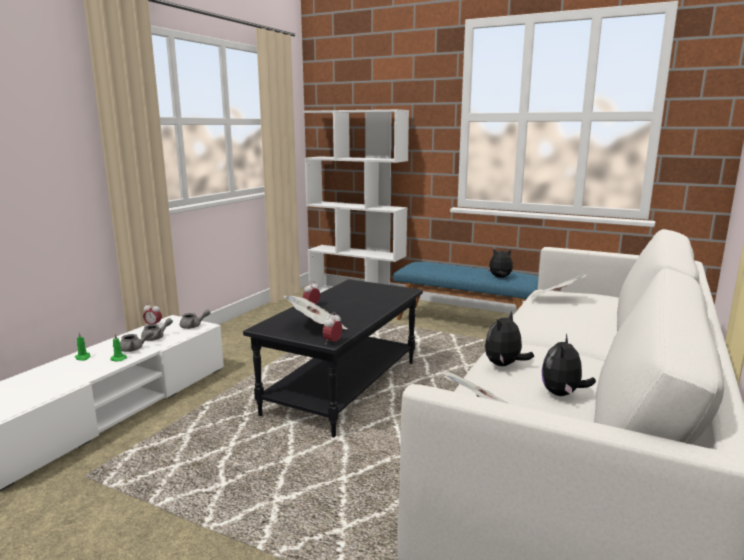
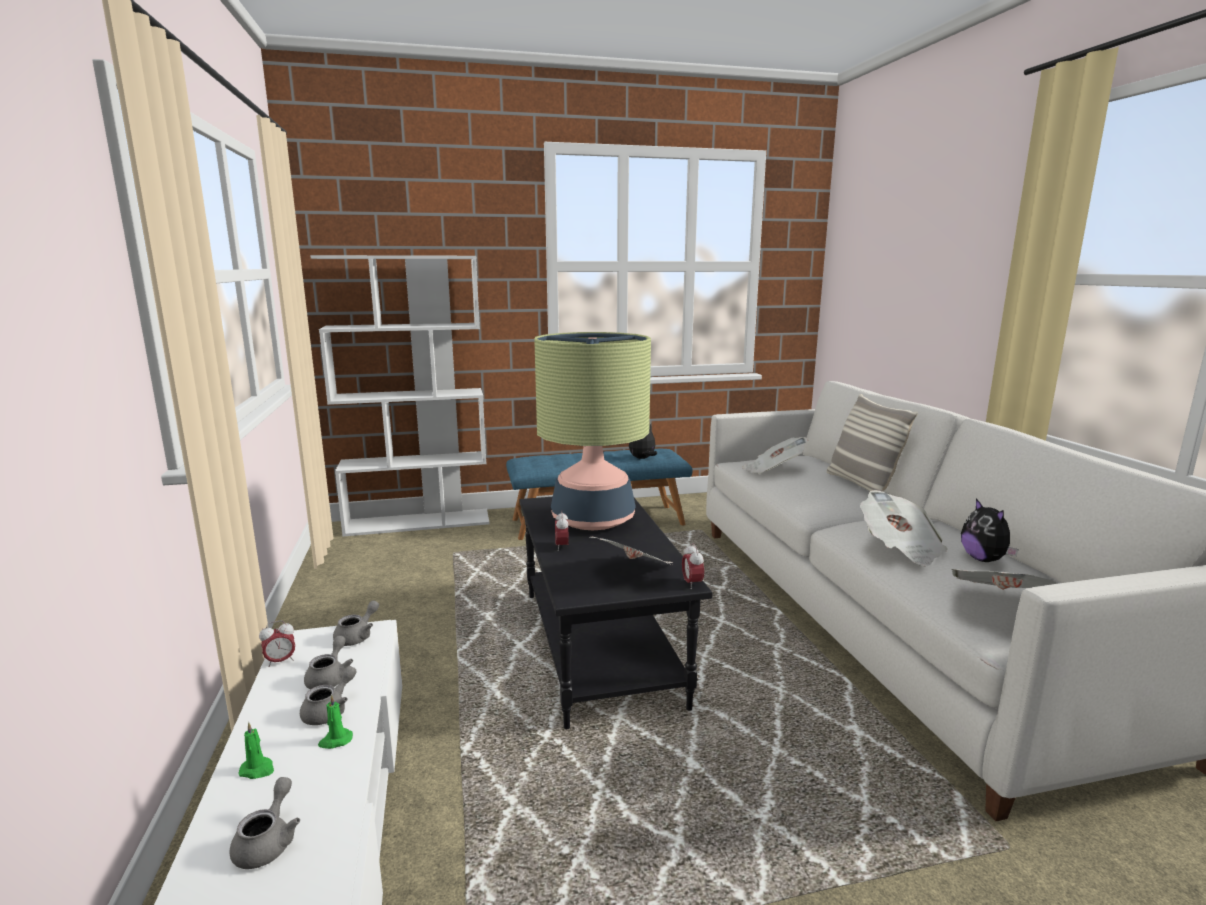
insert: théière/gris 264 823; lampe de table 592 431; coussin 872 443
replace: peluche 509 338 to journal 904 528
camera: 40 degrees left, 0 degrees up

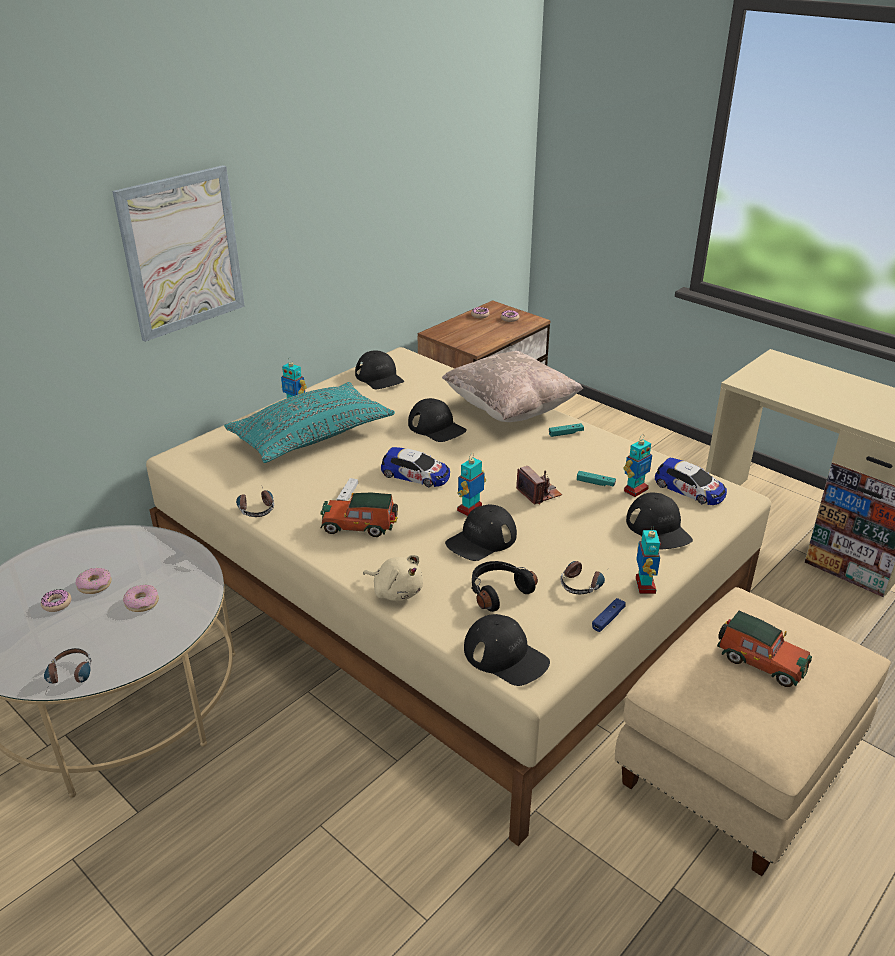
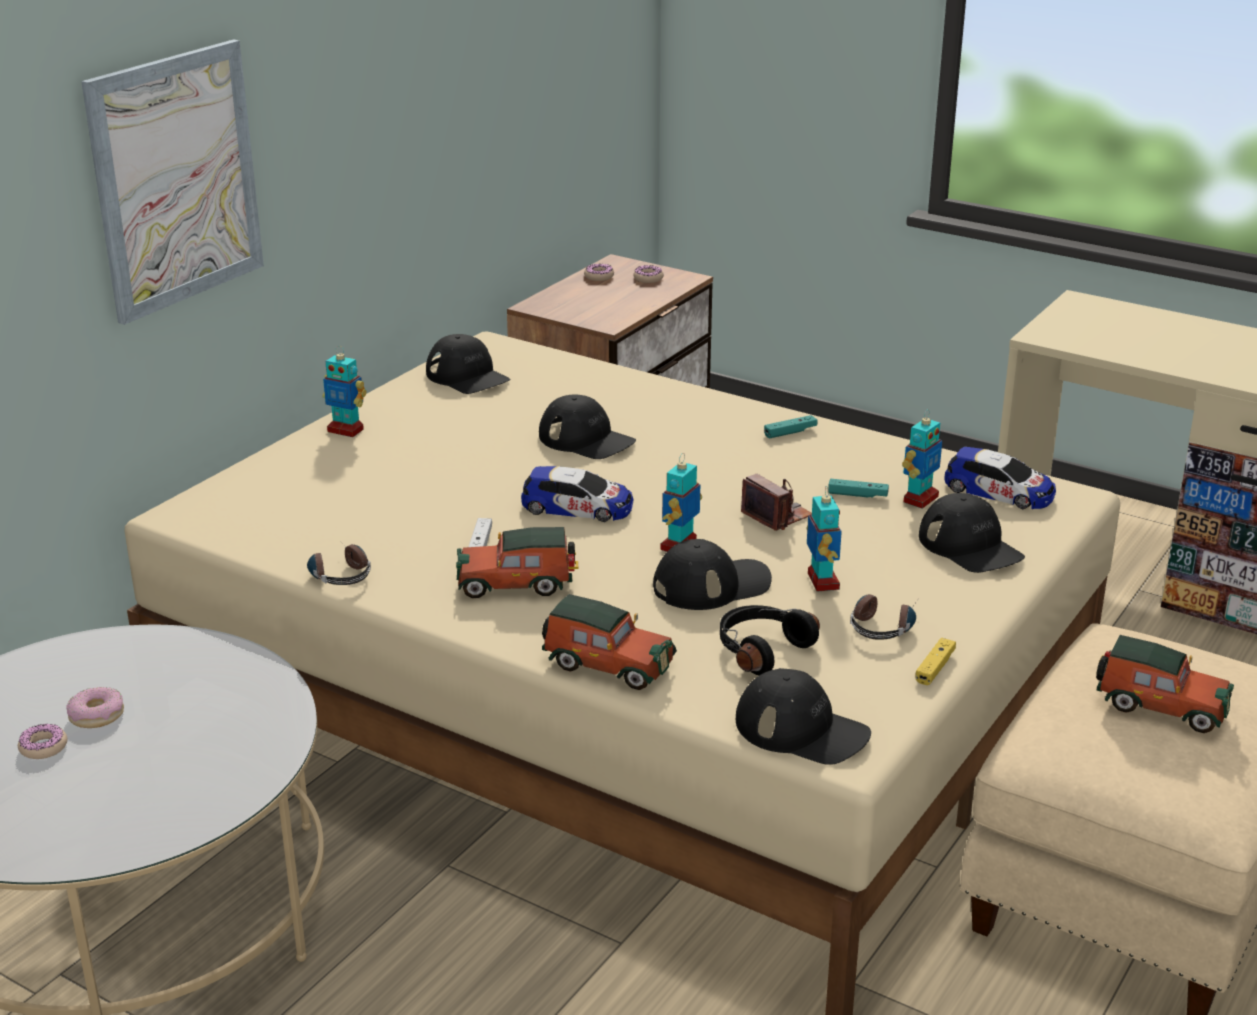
delete: casque audio 68 668; beignet 141 598; coussin/turquoise 309 422; coussin/beige 512 386
move: robot jouet 648 559 to 824 539
replace: peluche/beige 393 578 to petite voiture 609 642
recolor: manette/bleu 609 615 to manette/jaune 935 661
rotate: casquette/noir 481 532 = 712 574 150 degrees counterclockwise
camera: 10 degrees left, 5 degrees down

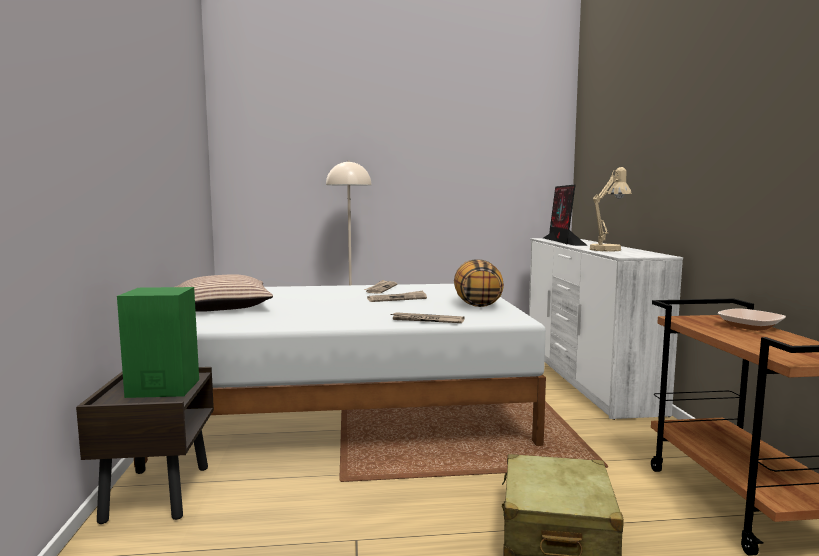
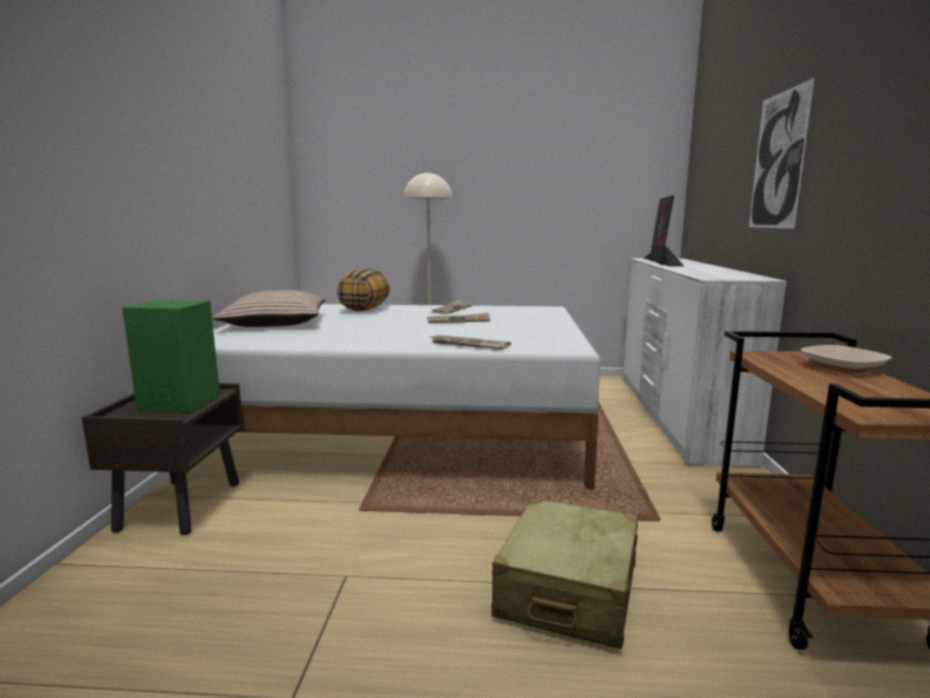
delete: lampe de table/beige 611 209
insert: tableau 782 153
move: coussin 479 283 to 363 289
camera: 10 degrees right, 5 degrees up

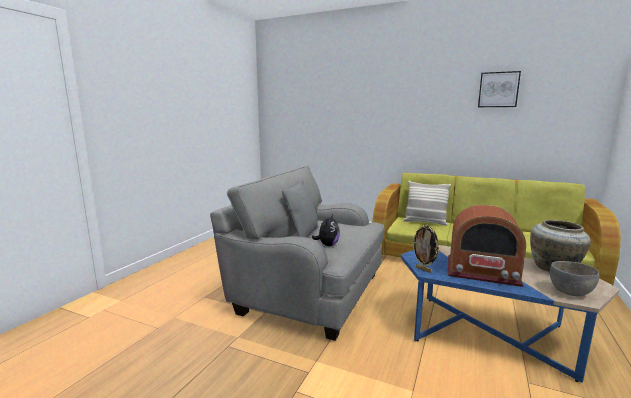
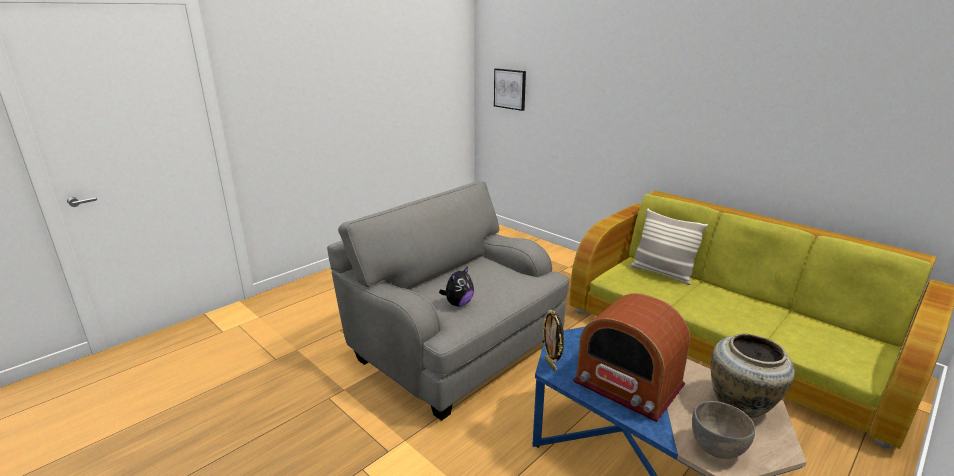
delete: coussin/gris 300 209
move: tableau 499 89 to 510 89
camera: 20 degrees right, 10 degrees up

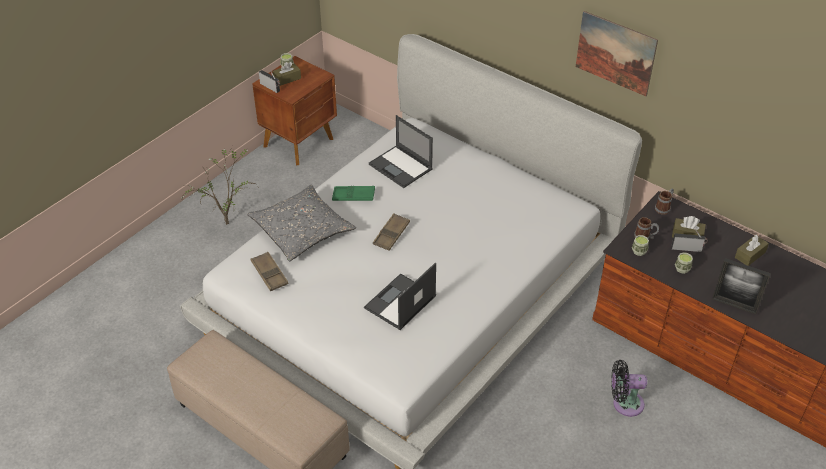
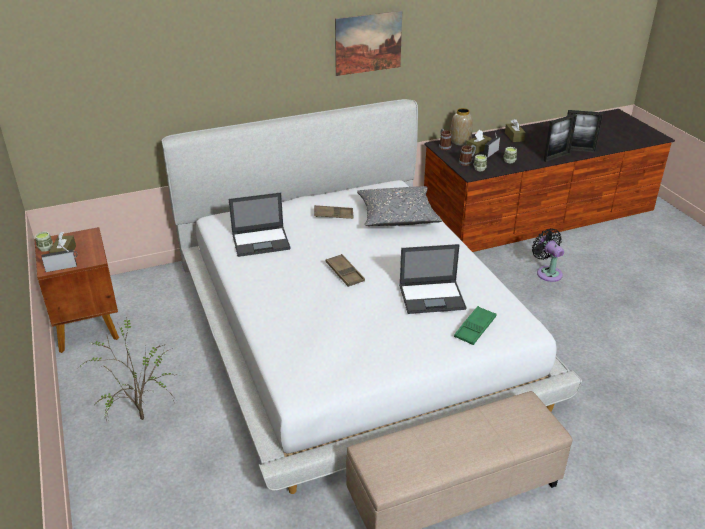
insert: vase 461 127; cadre photo 585 131
move: plateau/marron 269 271 to 334 212; coussin/gris 301 223 to 399 206; plateau/vert 353 193 to 475 325
rotate: ordinateur portable 400 296 = 433 279 75 degrees counterclockwise; ventilateur/noir 629 388 = 548 255 120 degrees clockwise
camera: 60 degrees left, 10 degrees down

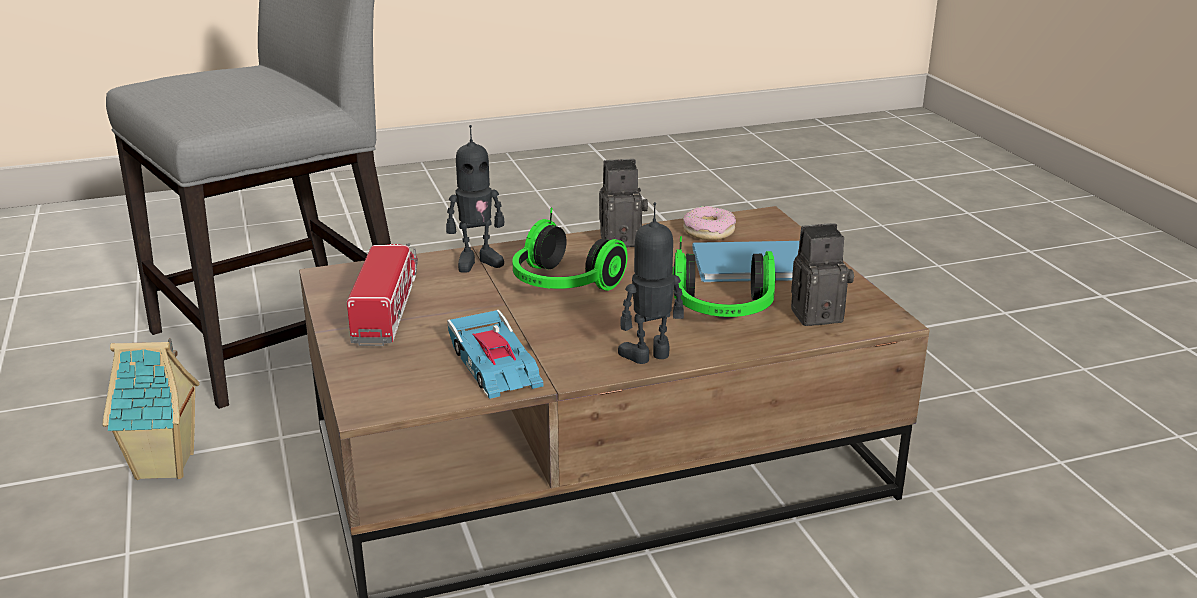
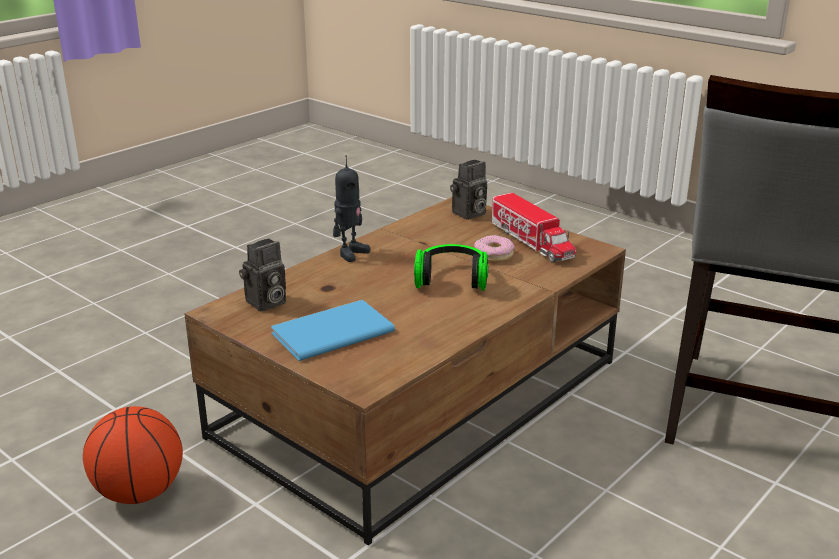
delete: maison miniature 151 409; robot jouet 475 199; petite voiture 495 354; casque audio 724 276
insert: ballon de basket 133 455
move: appareil photo 623 203 to 468 190; beignet 709 223 to 494 248
camera: 150 degrees right, 0 degrees up

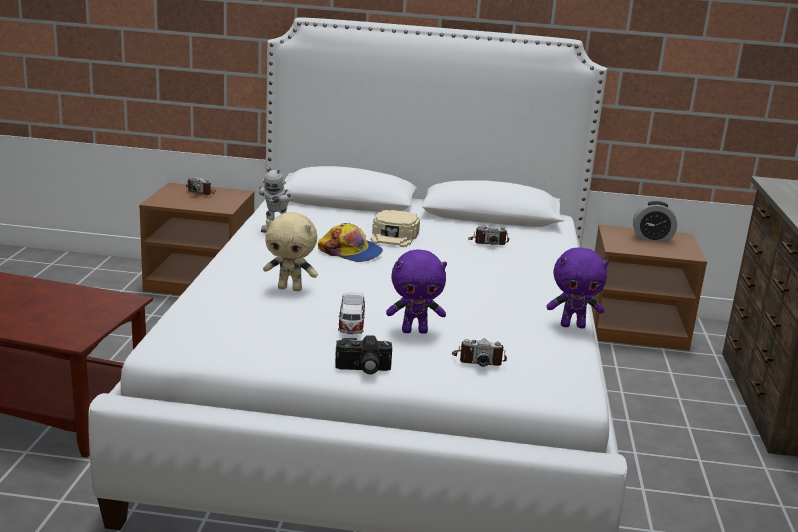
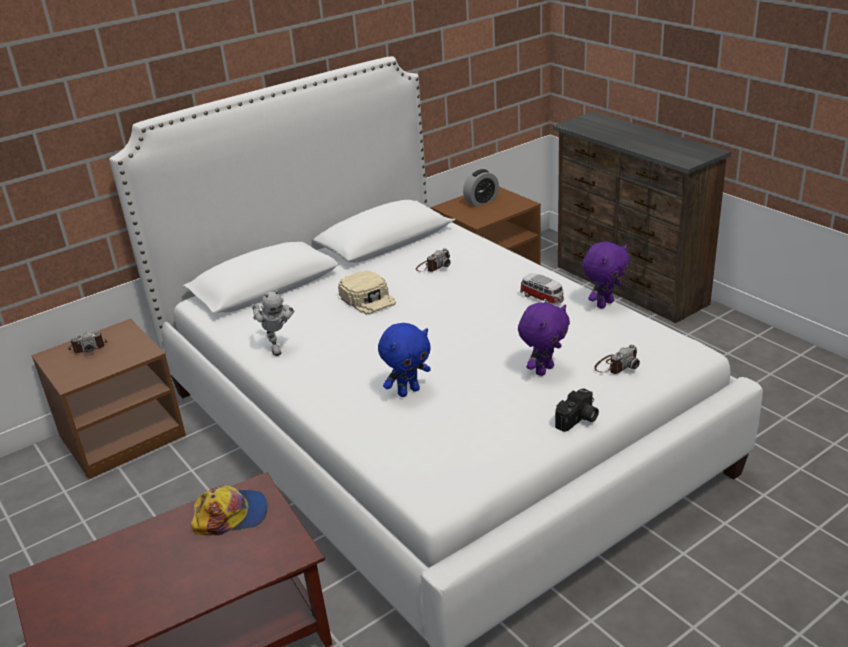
move: casquette 350 242 to 229 510; petite voiture 351 313 to 542 289
recolor: peluche/beige 290 251 to peluche/bleu 404 360
camera: 40 degrees left, 10 degrees up

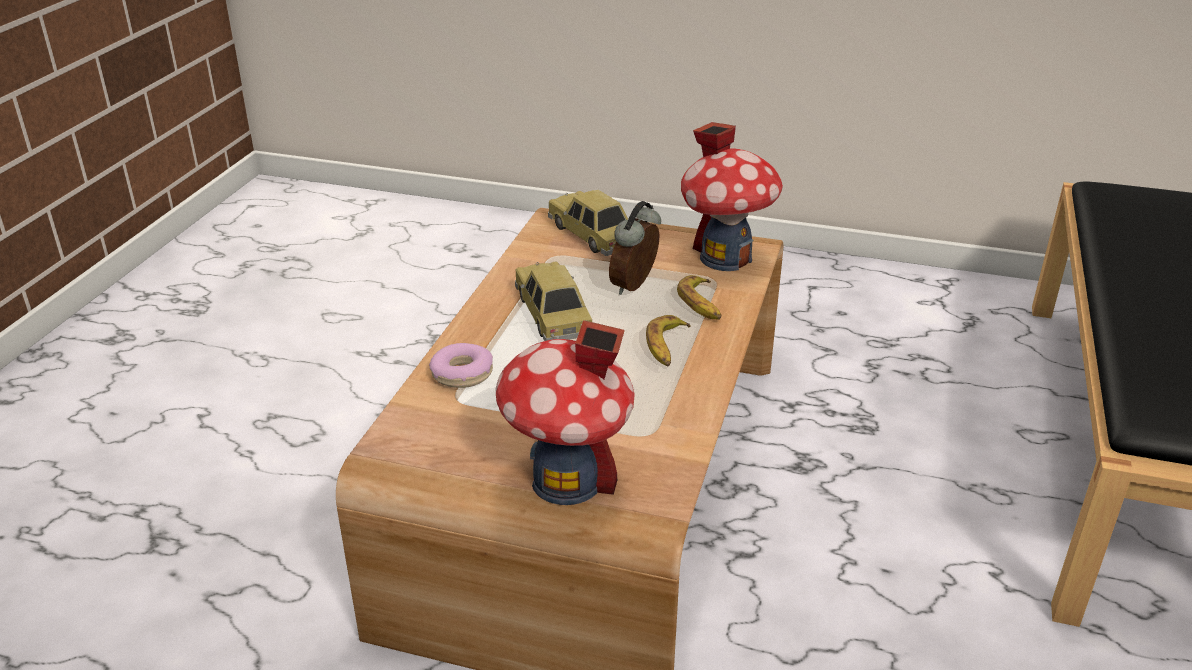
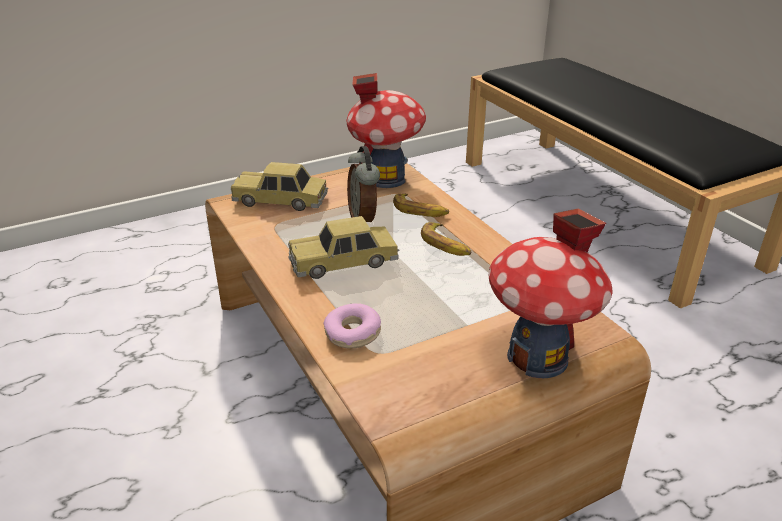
rotate: petite voiture 553 301 = 344 247 45 degrees counterclockwise
camera: 45 degrees left, 0 degrees up

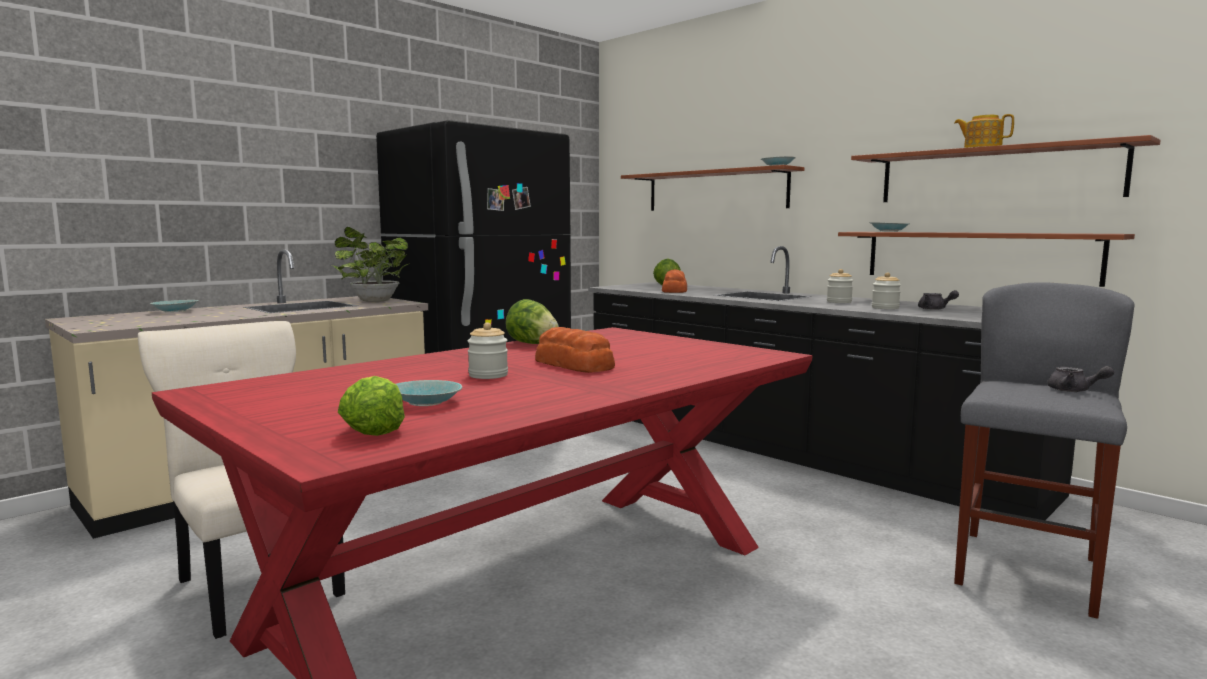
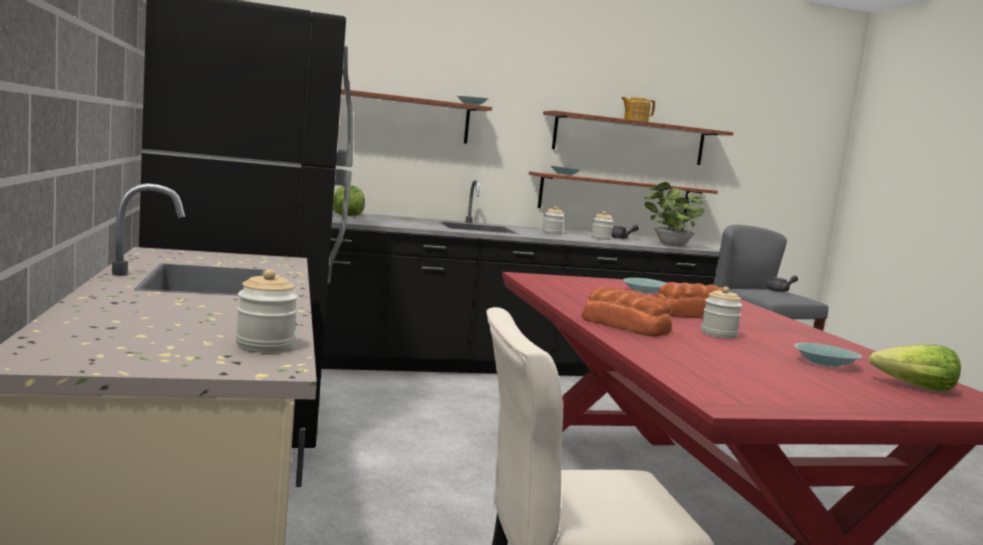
delete: laitue 532 321
insert: bocal 266 310
move: pain 674 281 to 627 312; bol/turquoise 174 306 to 645 286; plante en pot 371 264 to 674 214
camera: 60 degrees left, 0 degrees up

